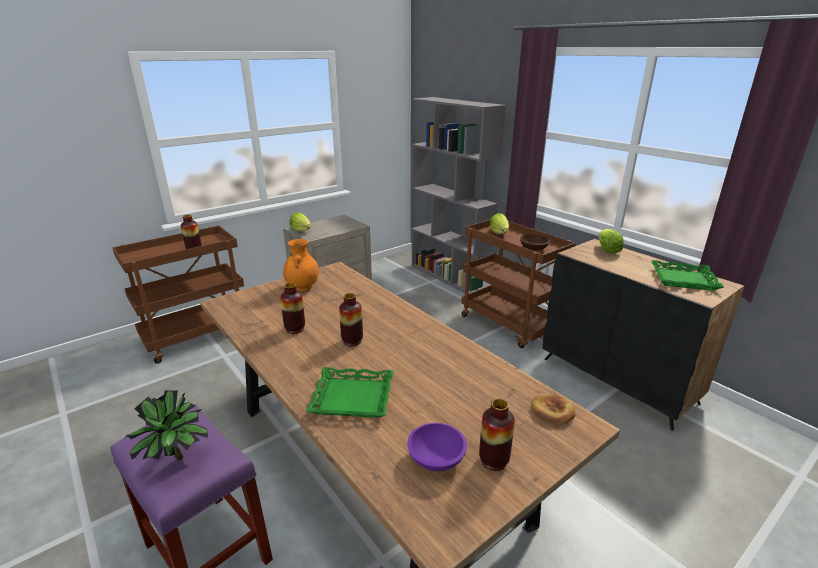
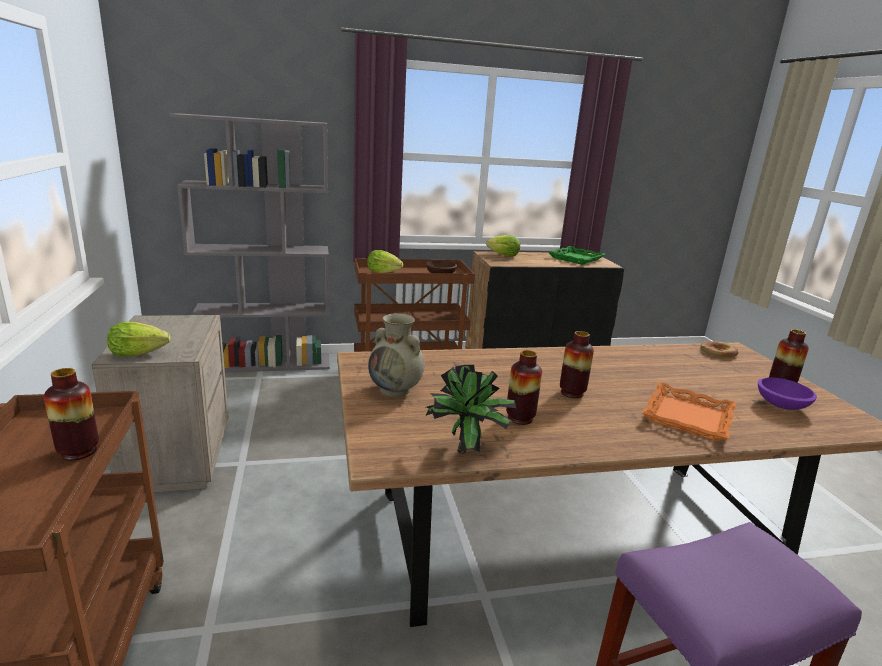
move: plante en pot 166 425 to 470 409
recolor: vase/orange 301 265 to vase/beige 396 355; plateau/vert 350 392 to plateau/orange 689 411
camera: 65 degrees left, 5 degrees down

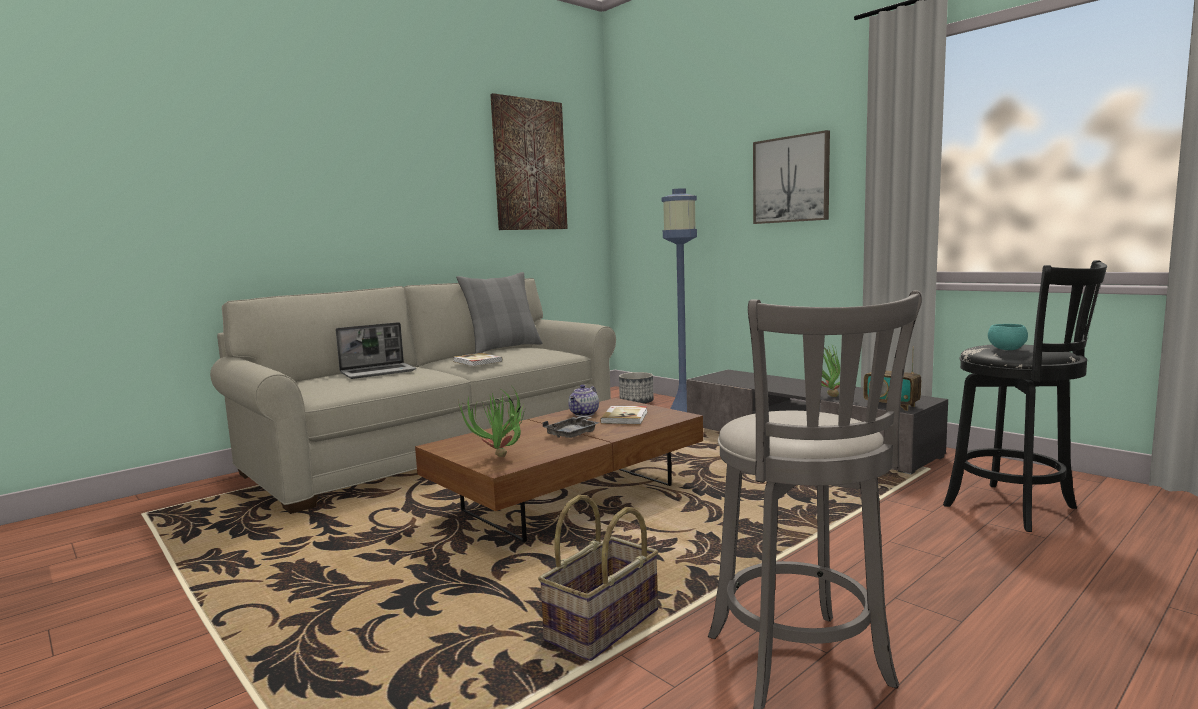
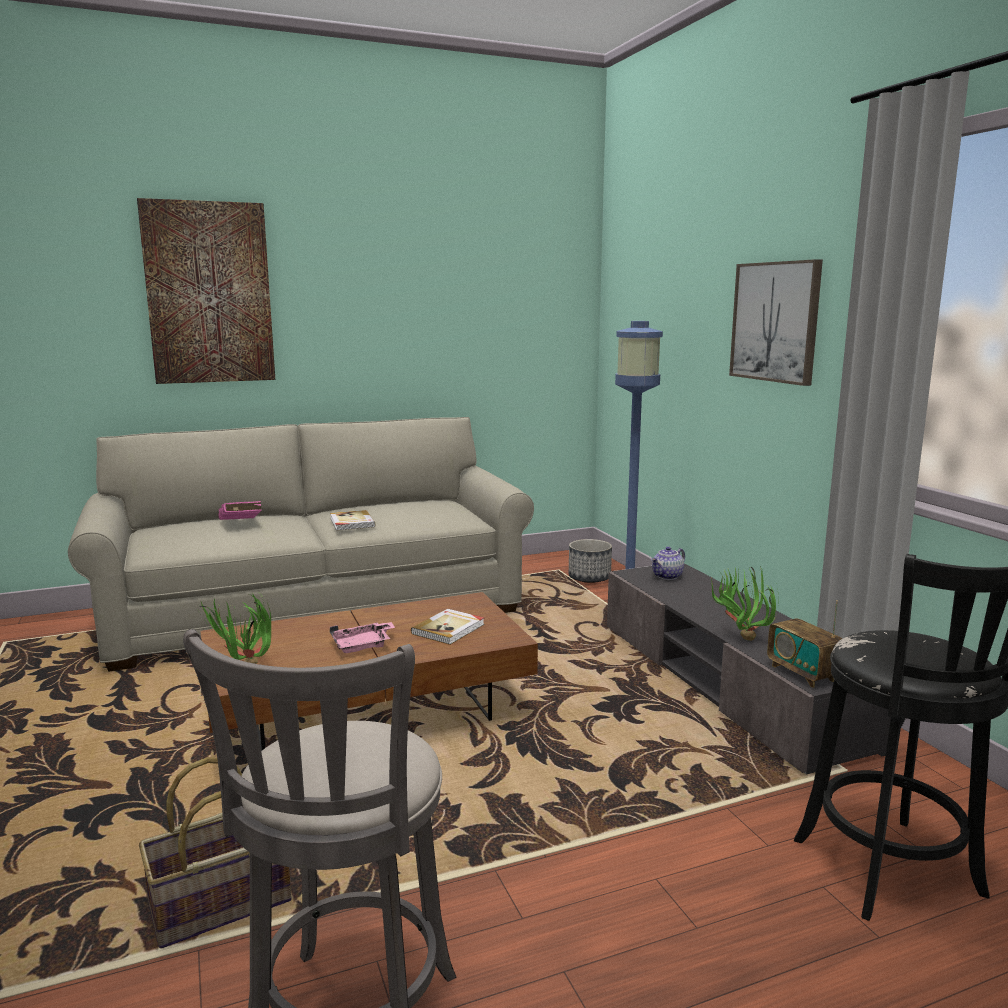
delete: coussin/gris 499 312; bol/turquoise 1008 337
move: tableau 529 161 to 206 291; théière 583 401 to 668 563
replace: ordinateur portable 376 350 to livre/rose 240 510
recolor: plateau/gris 571 426 to plateau/rose 362 637
camera: 20 degrees right, 5 degrees up

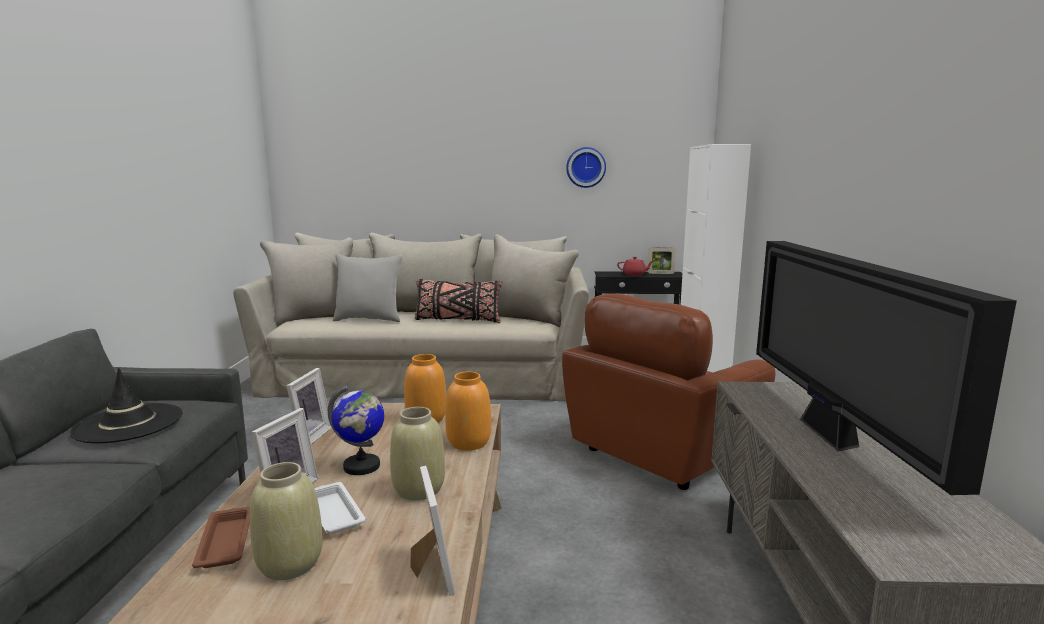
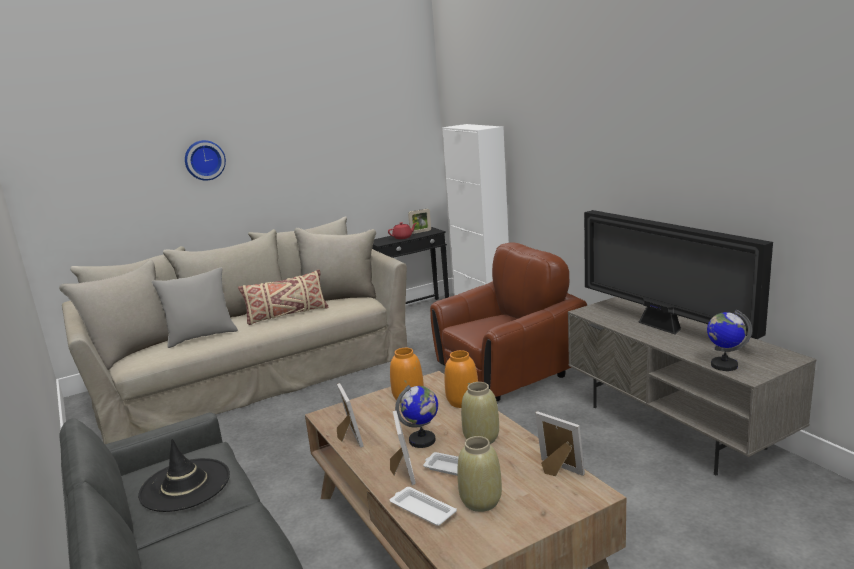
insert: globe 729 340
move: horloge murale 586 167 to 205 160
recolor: coussin/noir 458 301 to coussin/beige 283 297; plateau/marron 221 537 to plateau/blanc 423 506
rotate: fauteuil/marron 668 391 = 508 321 135 degrees counterclockwise
camera: 30 degrees left, 5 degrees up

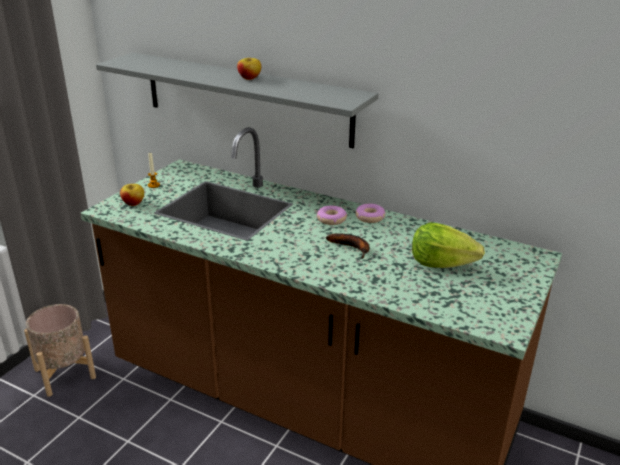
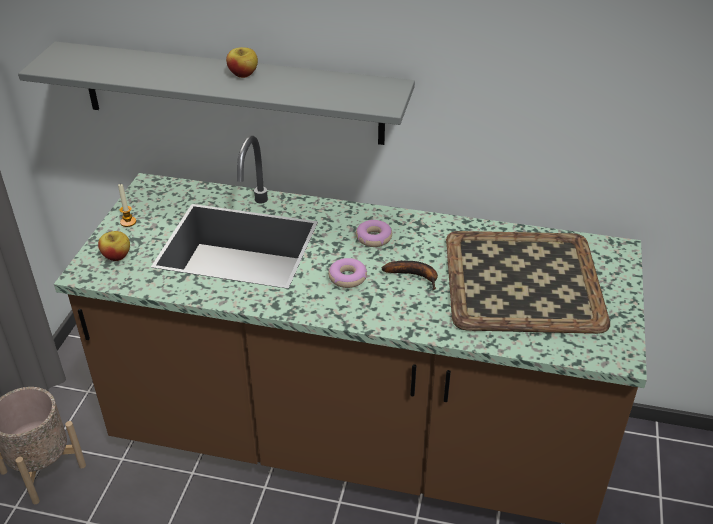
move: beignet 370 213 to 347 273
replace: laitue 448 245 to plateau 528 282
camera: 15 degrees left, 10 degrees up

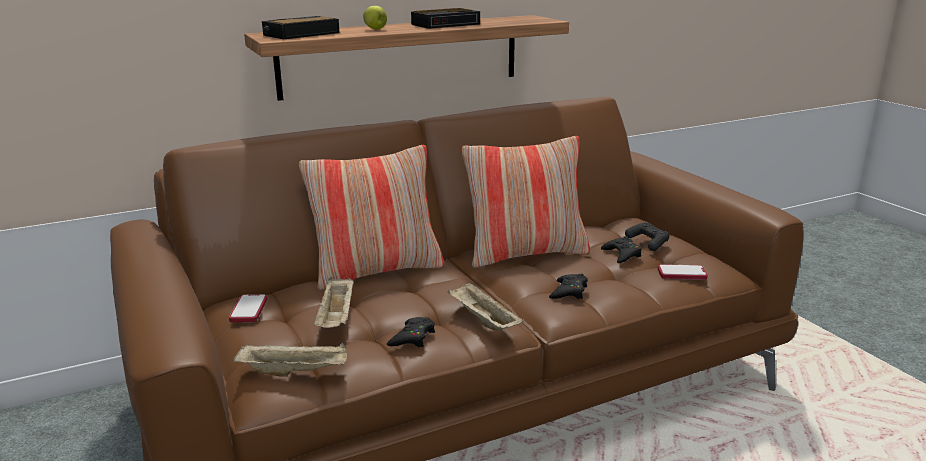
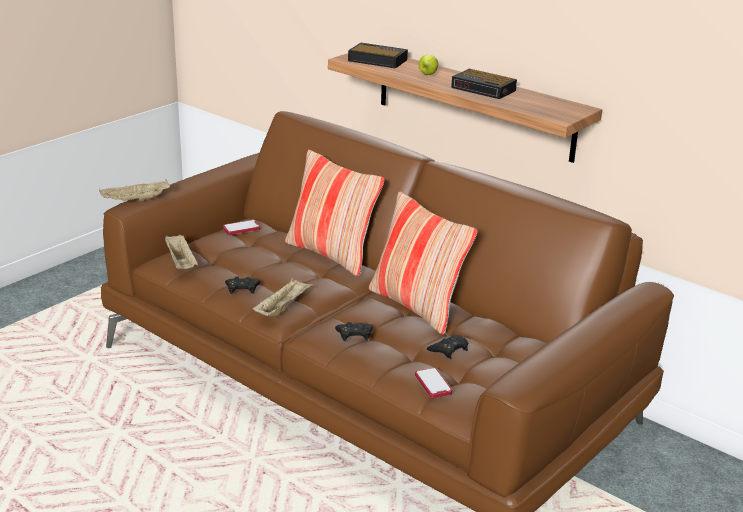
delete: manette/noir 647 236
move: plateau/beige 334 302 to 134 190
camera: 65 degrees right, 5 degrees up

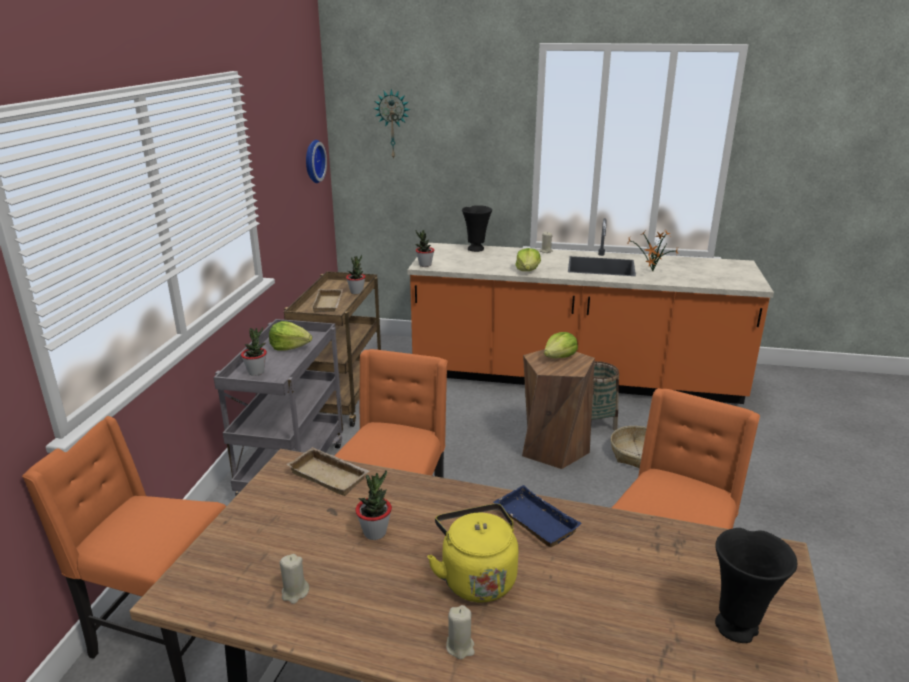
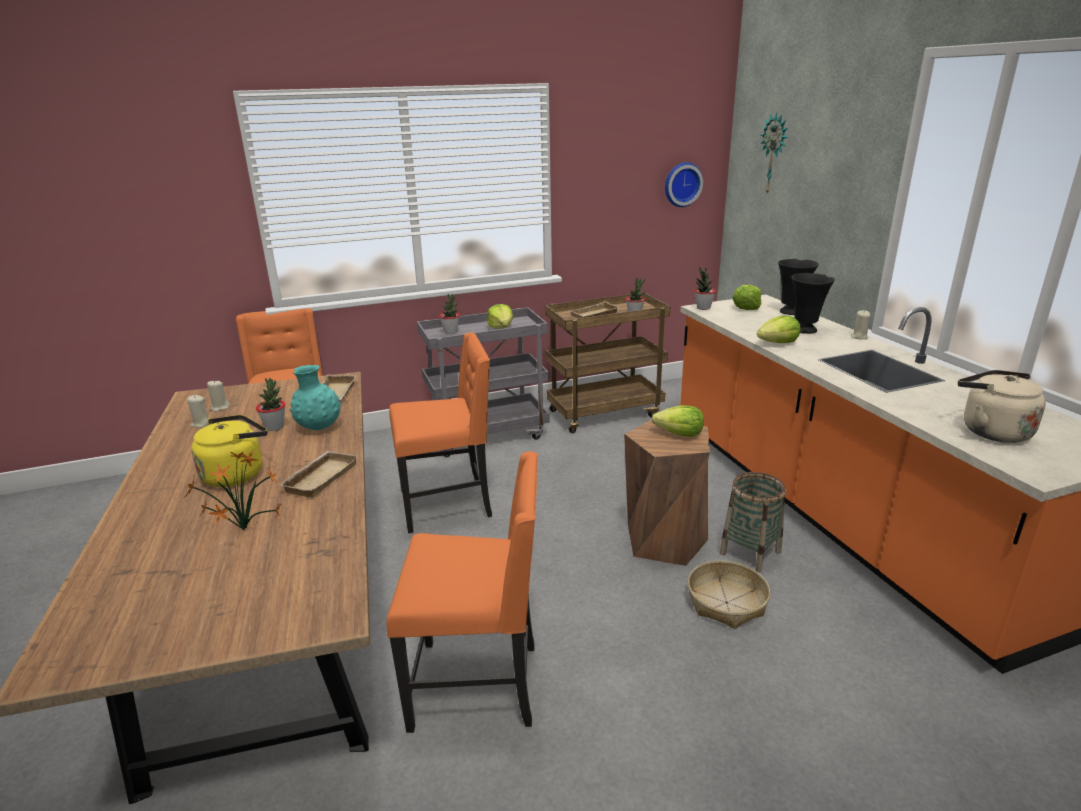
insert: vase/turquoise 315 397; laitue 747 297; bouilloire/beige 1002 406
move: plante en pot 653 251 to 233 491; bougie/beige 460 632 to 218 396; vase/noir 756 585 to 813 303
recolor: plateau/bleu 537 516 to plateau/beige 318 474
camera: 60 degrees right, 0 degrees up

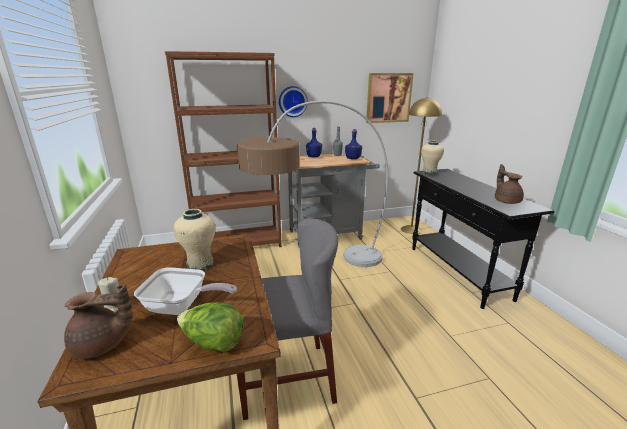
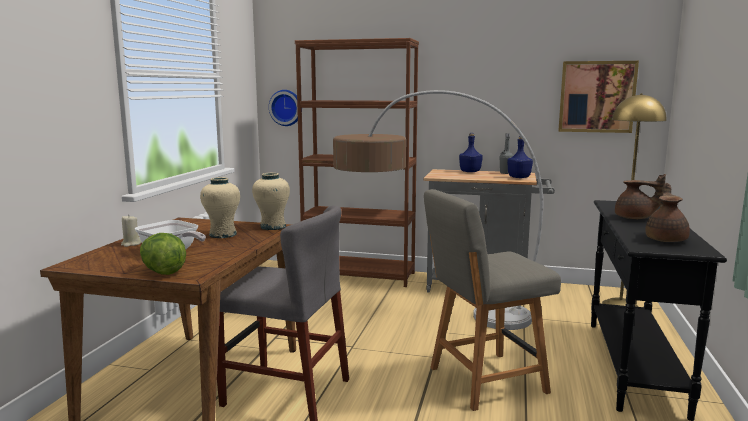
insert: chaise/gris 492 300
move: vase/beige 432 158 to 271 201; horloge murale 293 101 to 283 108; théière/marron 98 321 to 640 196
camera: 30 degrees right, 10 degrees down

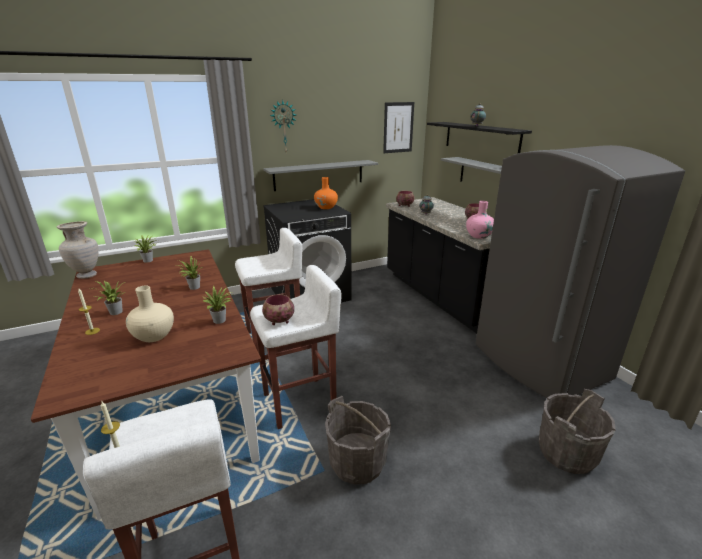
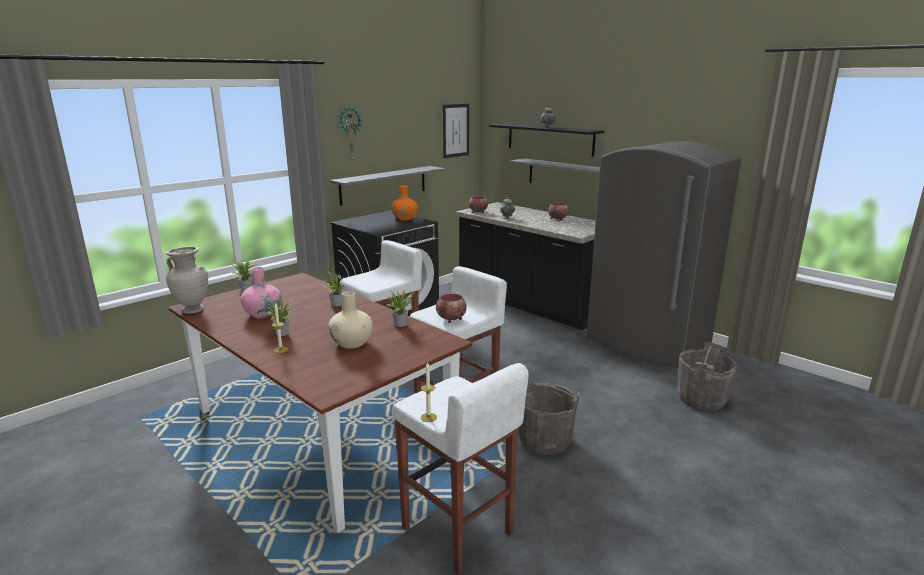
move: vase/rose 480 220 to 261 292
camera: 20 degrees left, 5 degrees down

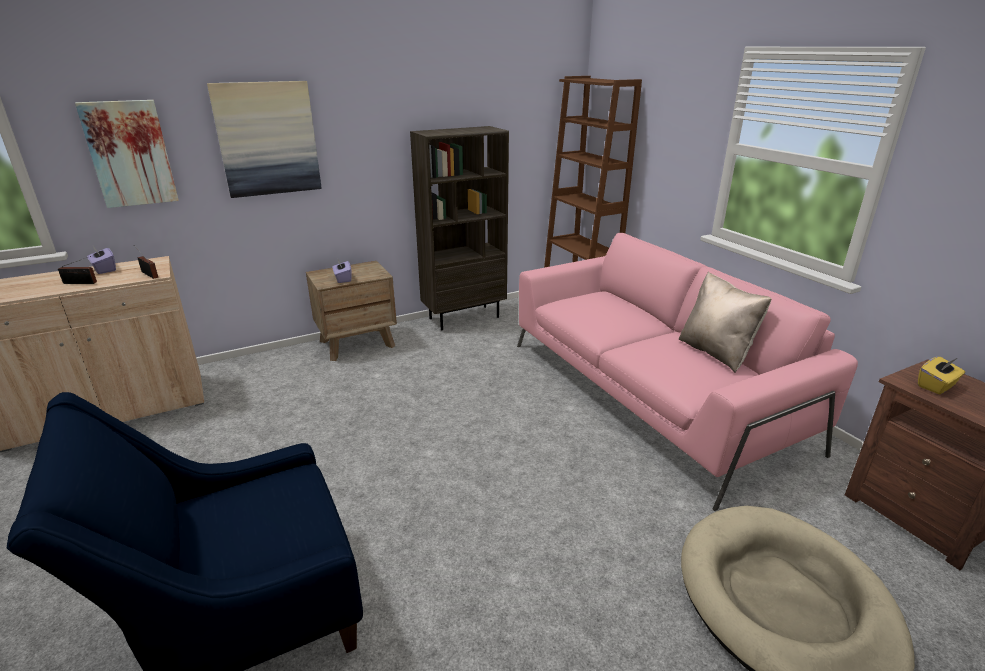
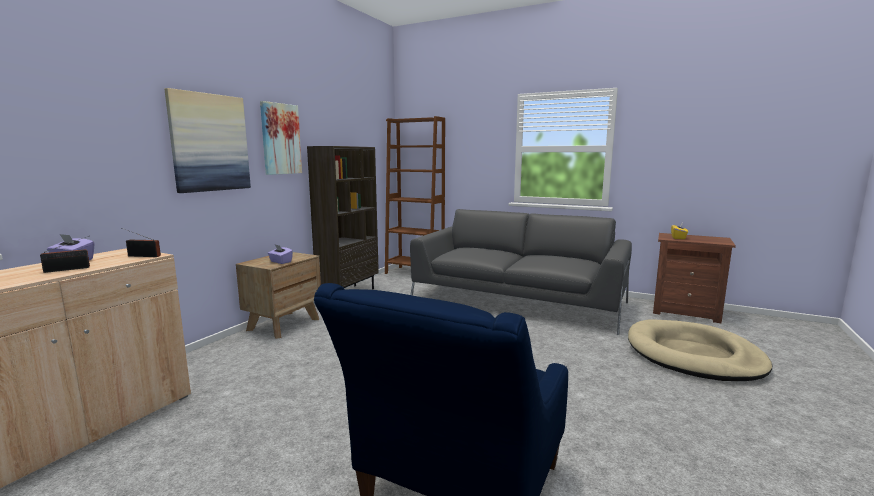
delete: coussin/beige 725 322
move: tableau 127 154 to 281 138
recolor: canapé/rose 687 372 to canapé/gris 521 272
camera: 35 degrees left, 15 degrees down

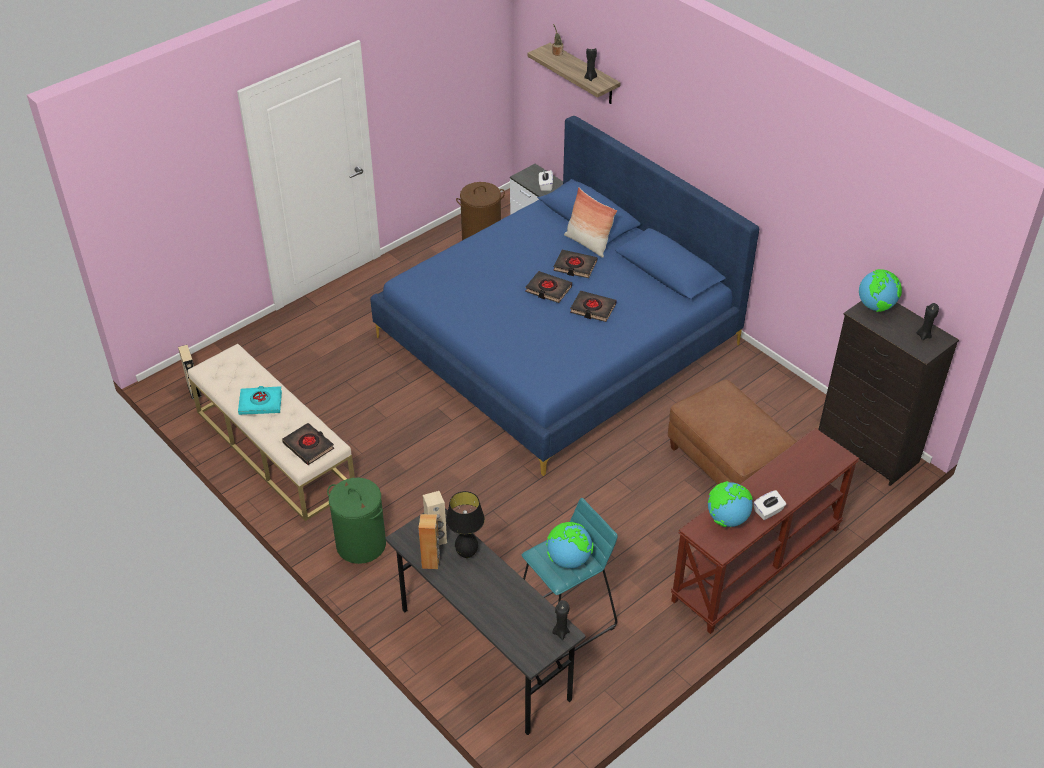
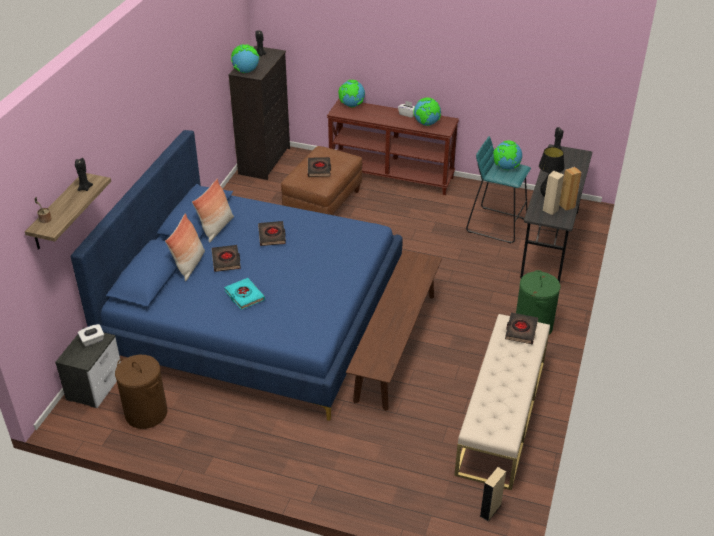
insert: coussin 213 211; globe 351 93; banc/marron 394 330
move: livre/turquoise 260 400 to 244 294; livre/noir 548 287 to 319 167
camera: 120 degrees left, 5 degrees down

